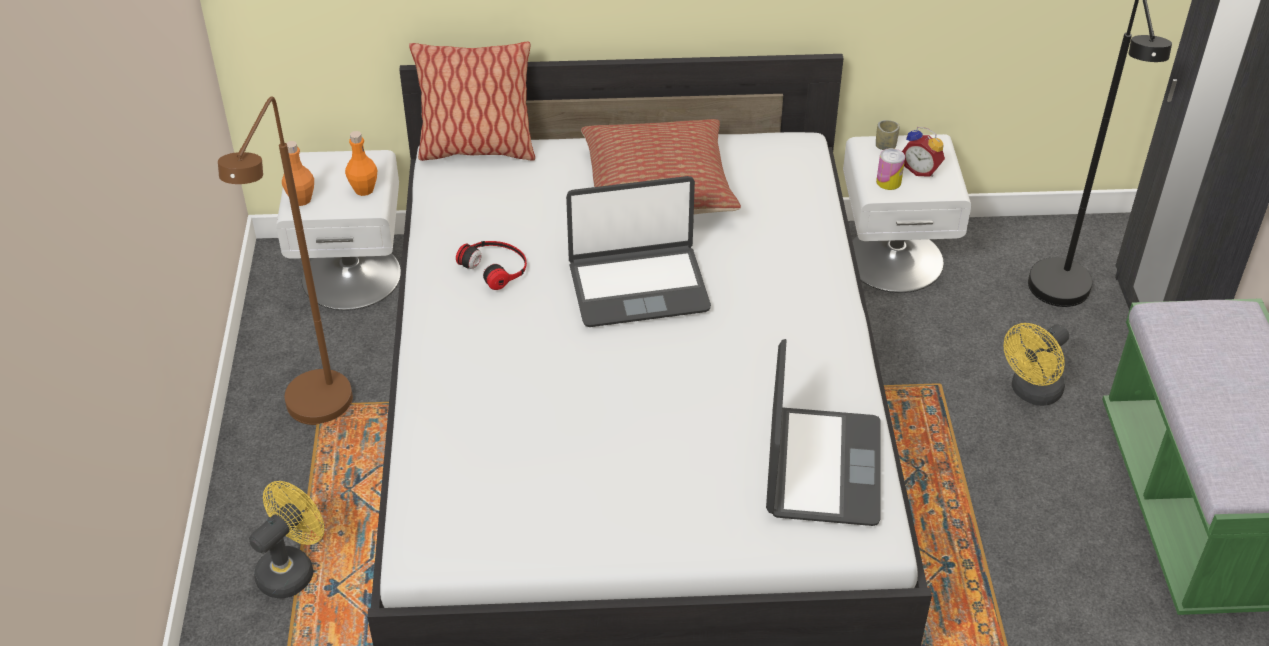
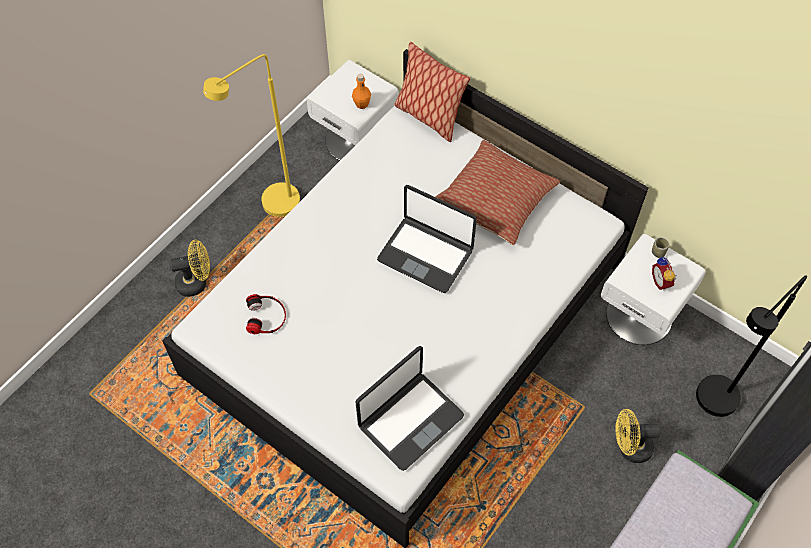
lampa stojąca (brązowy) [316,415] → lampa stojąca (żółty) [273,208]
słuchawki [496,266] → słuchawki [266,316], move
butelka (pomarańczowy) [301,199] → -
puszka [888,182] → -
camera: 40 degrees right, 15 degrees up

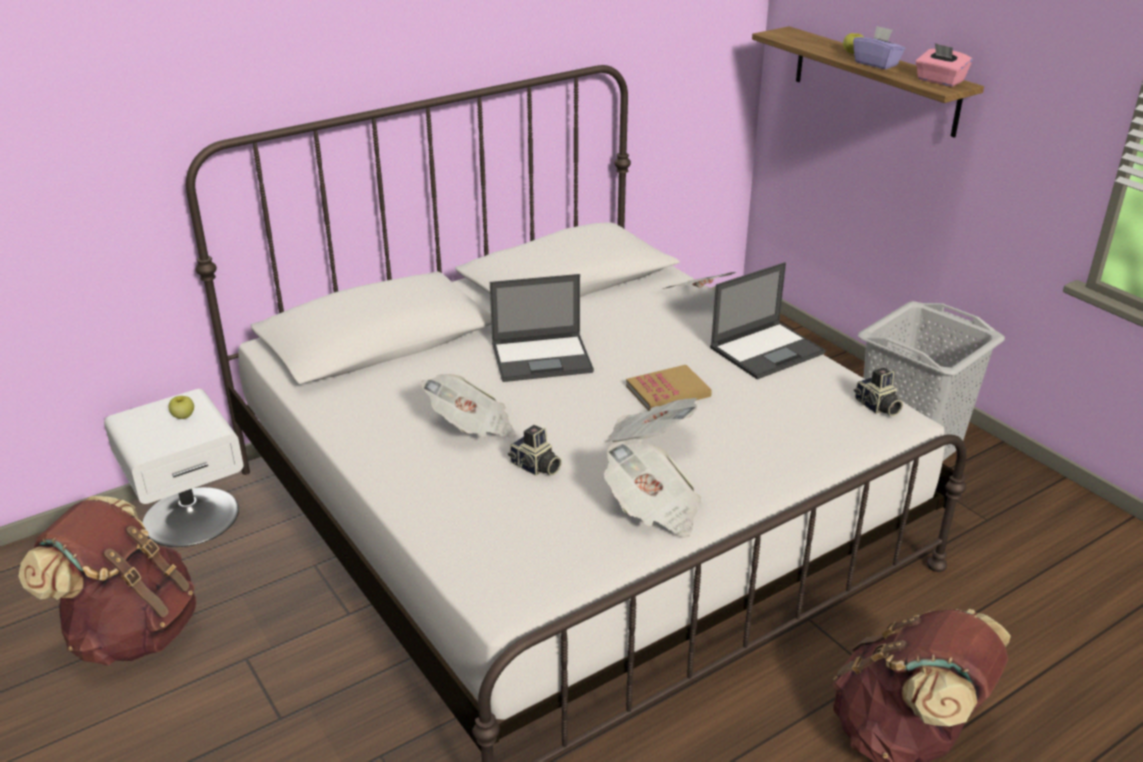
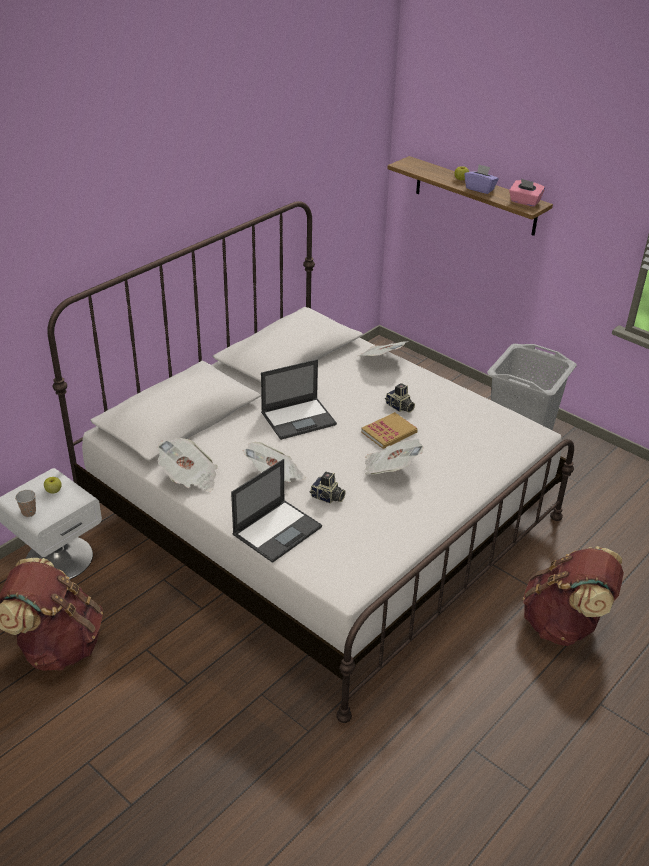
- → filiżanka [29,513]
gazeta [653,510] → gazeta [189,477], move
laptop [767,350] → laptop [278,530], move
aparat fotograficzny [877,407] → aparat fotograficzny [399,407], move
camera: 15 degrees left, 5 degrees up

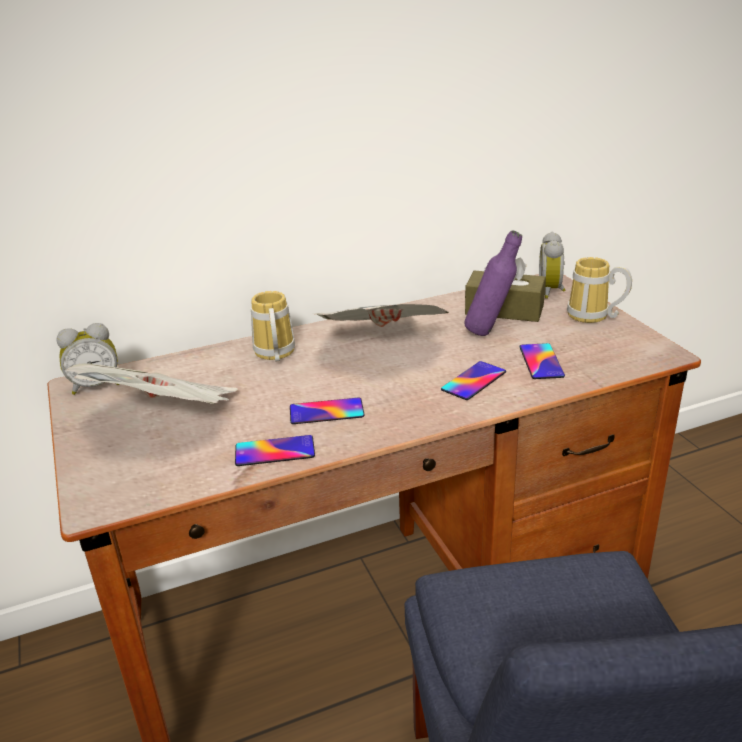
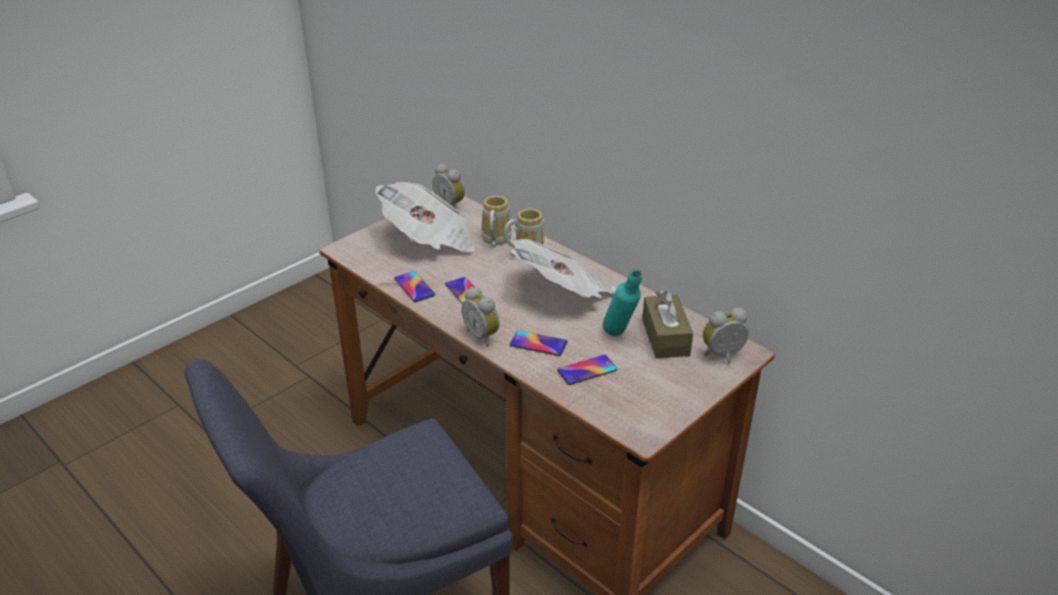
- → budzik [483,336]
kubek [592,317] → kubek [494,240], move
butelka (fioletowy) [490,332] → butelka (turkusowy) [620,337]
camera: 65 degrees right, 5 degrees up

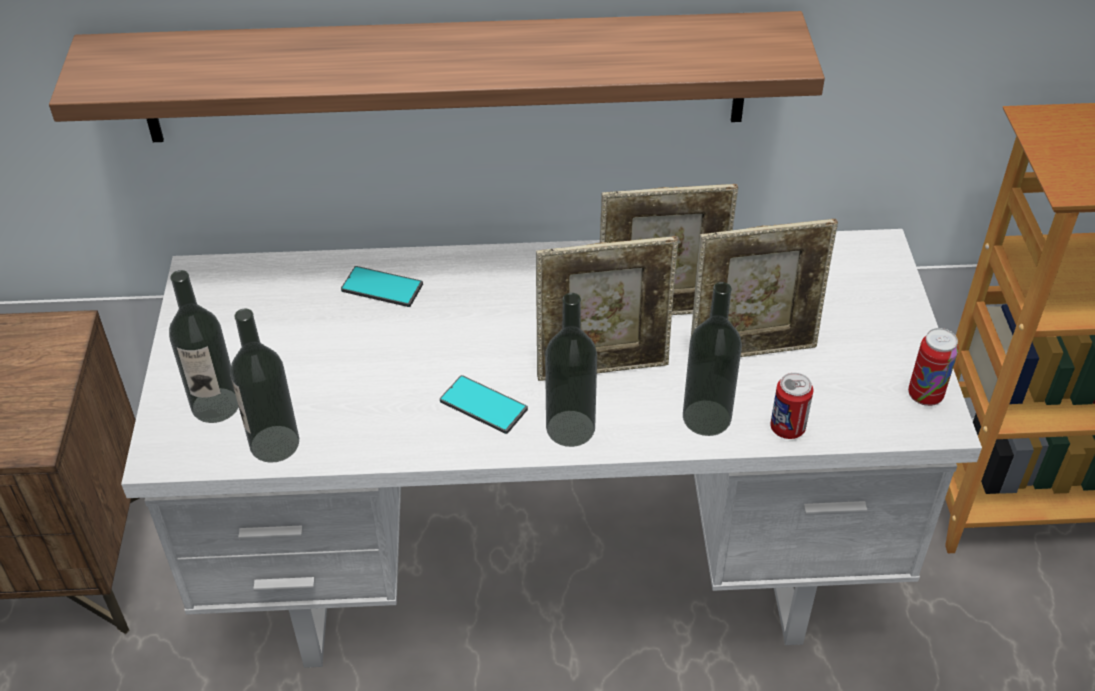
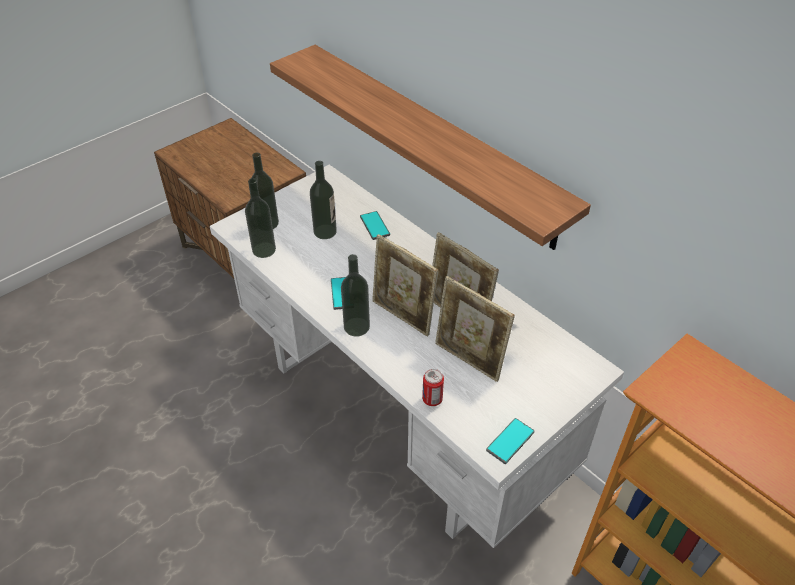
butelka [706,417] → butelka [325,232], move
puszka [925,395] → telefon [510,441]
camera: 50 degrees right, 0 degrees up

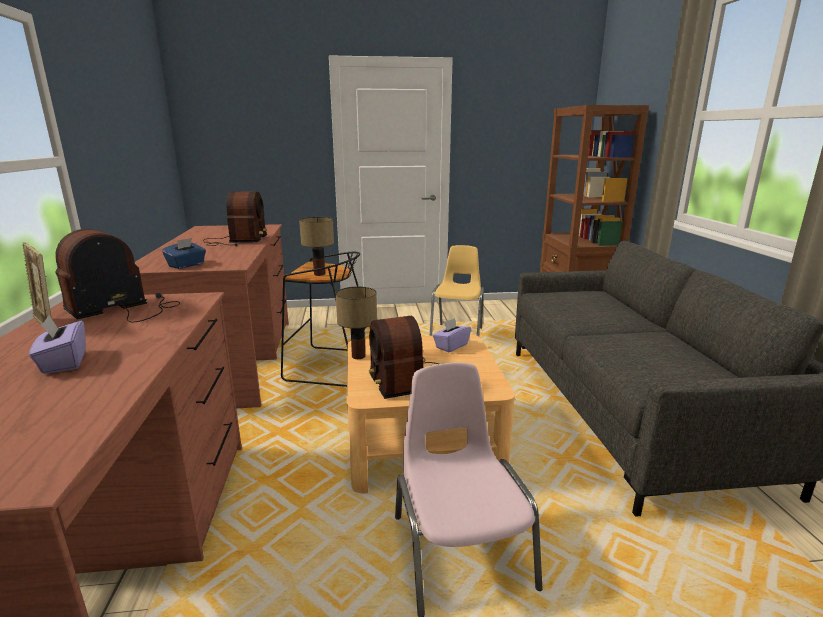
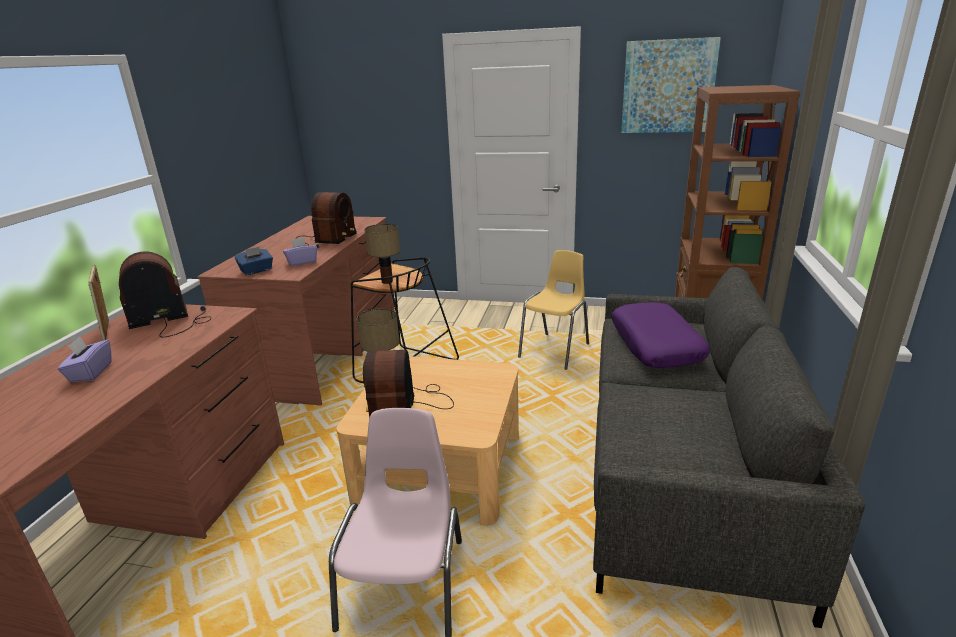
pudełko chusteczek (fioletowy) [451,346] → pudełko chusteczek (fioletowy) [302,262], move
- → poduszka (fioletowy) [656,345]
- → obraz [668,86]
camera: 20 degrees right, 5 degrees up

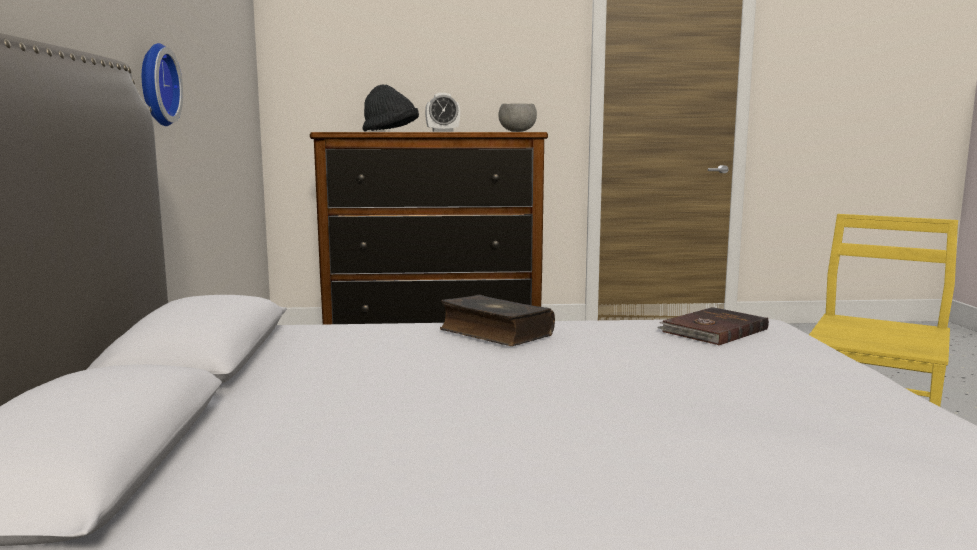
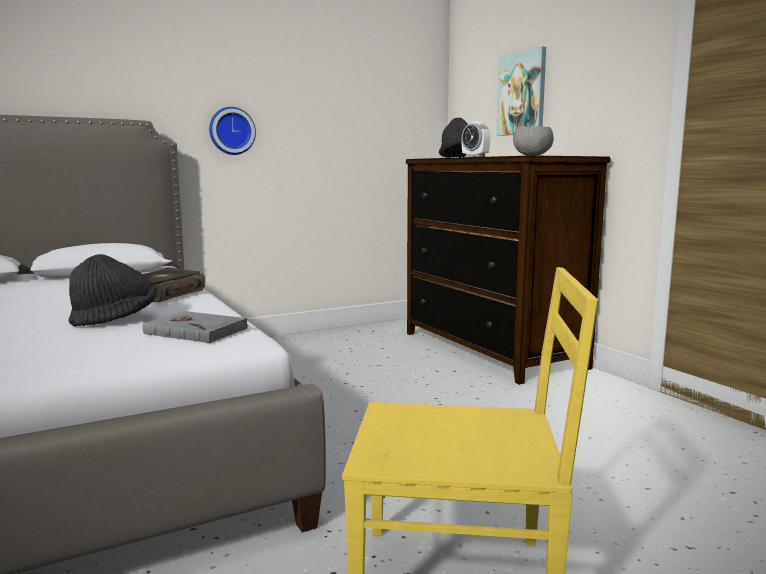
- → kapelusz (czarny) [115,319]
książka (brązowy) [712,330] → książka (szary) [196,330]
- → obraz [522,93]
camera: 65 degrees right, 0 degrees up

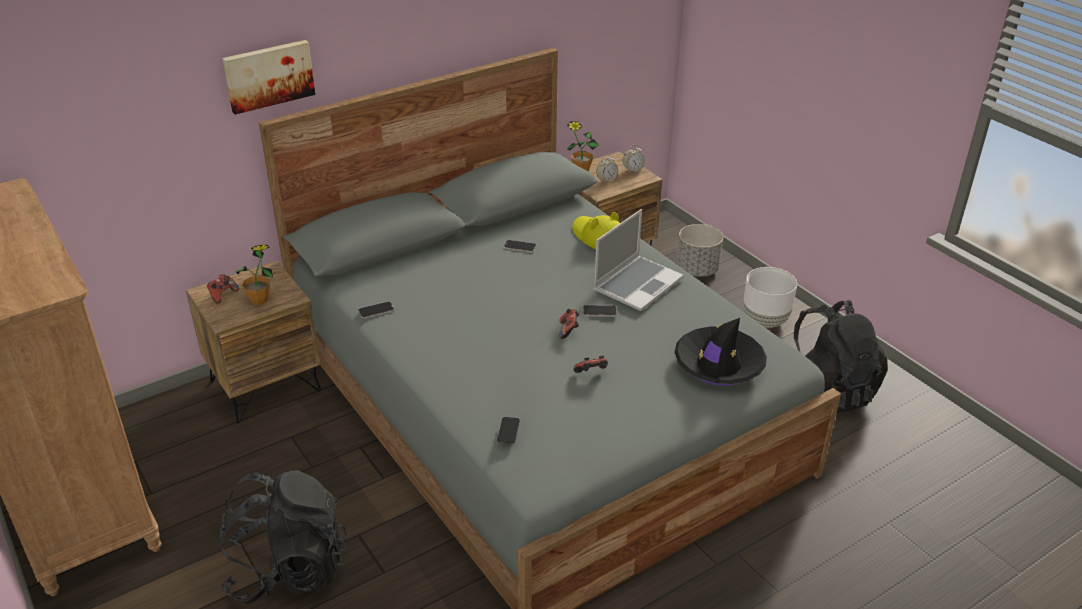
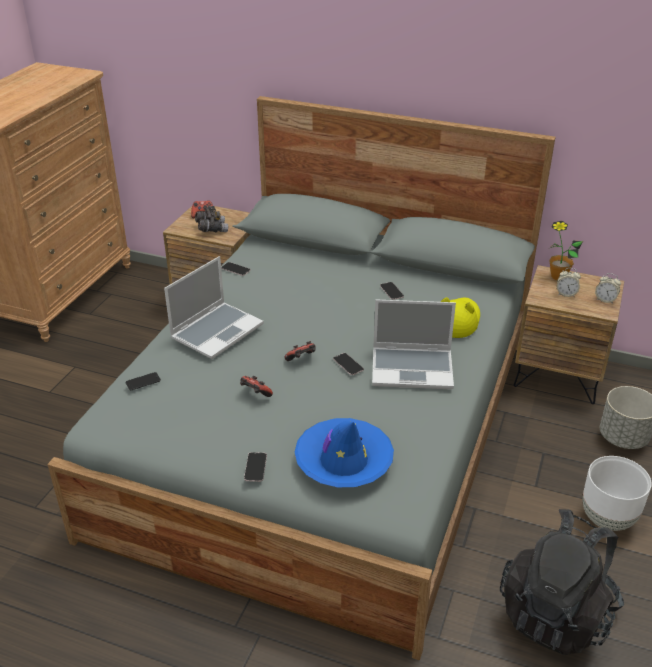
- → laptop [217,331]
roślina doniczkowa [259,300] → lornetka (szary) [211,229]
- → telefon [255,467]
kapelusz (czarny) [718,364] → kapelusz (niebieski) [343,461]
plecak (czarny) [288,569] → -
obraz [268,75] → -
camera: 55 degrees right, 0 degrees up

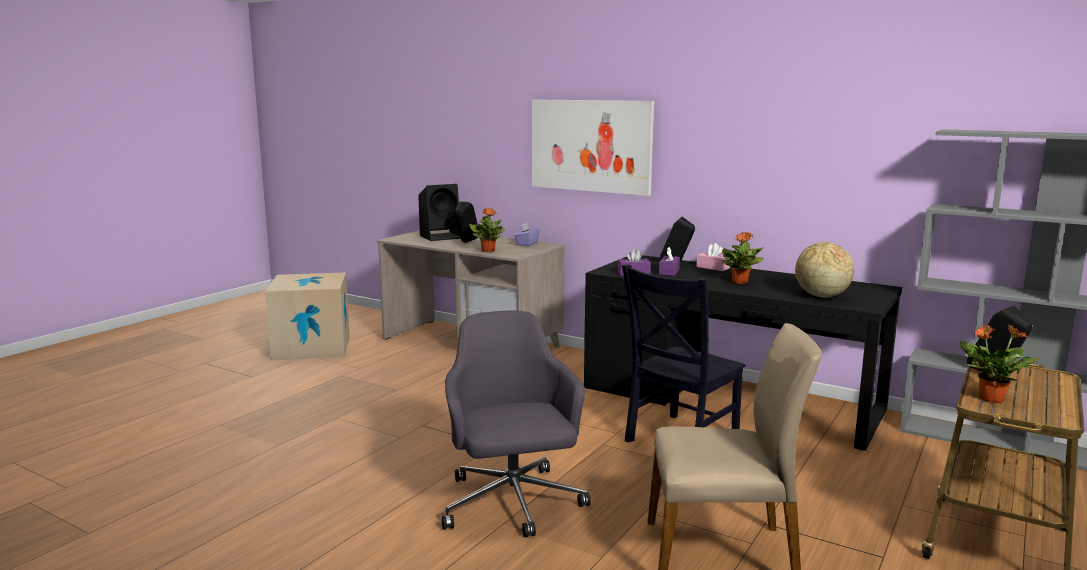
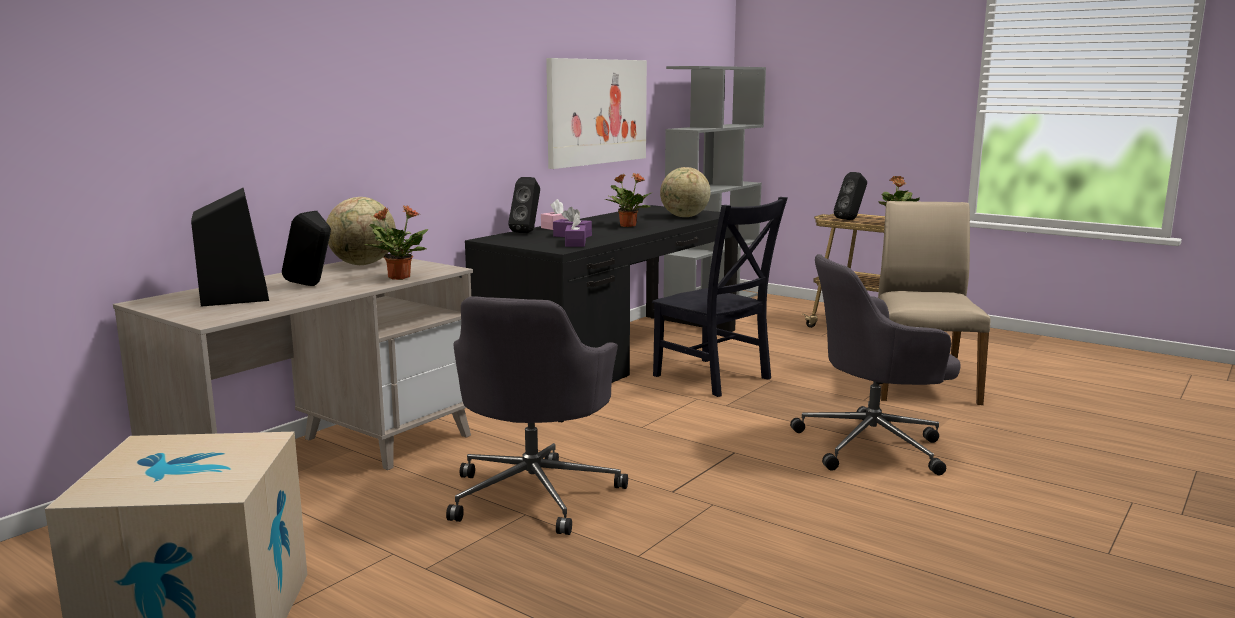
pudełko chusteczek (fioletowy) [527,244] → globus [363,264]
- → krzesło biurowe (szary) [535,494]
obraz [591,145] → obraz [597,111], move
camera: 85 degrees left, 0 degrees up

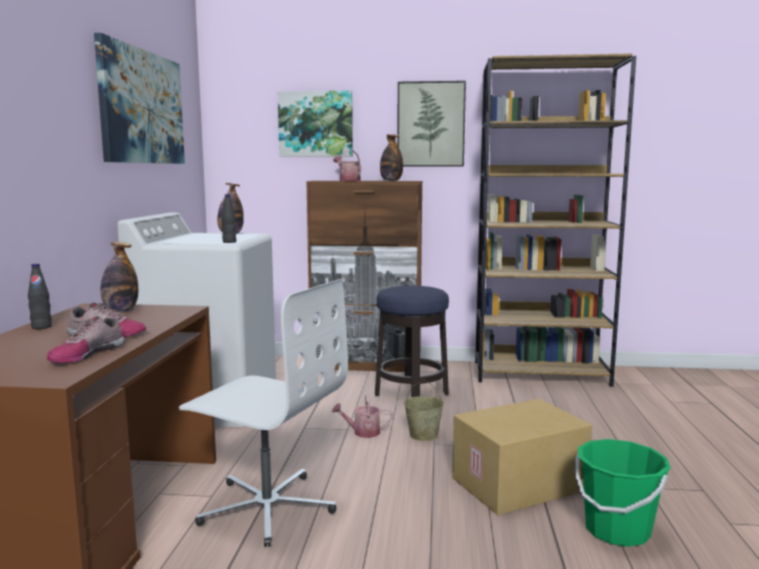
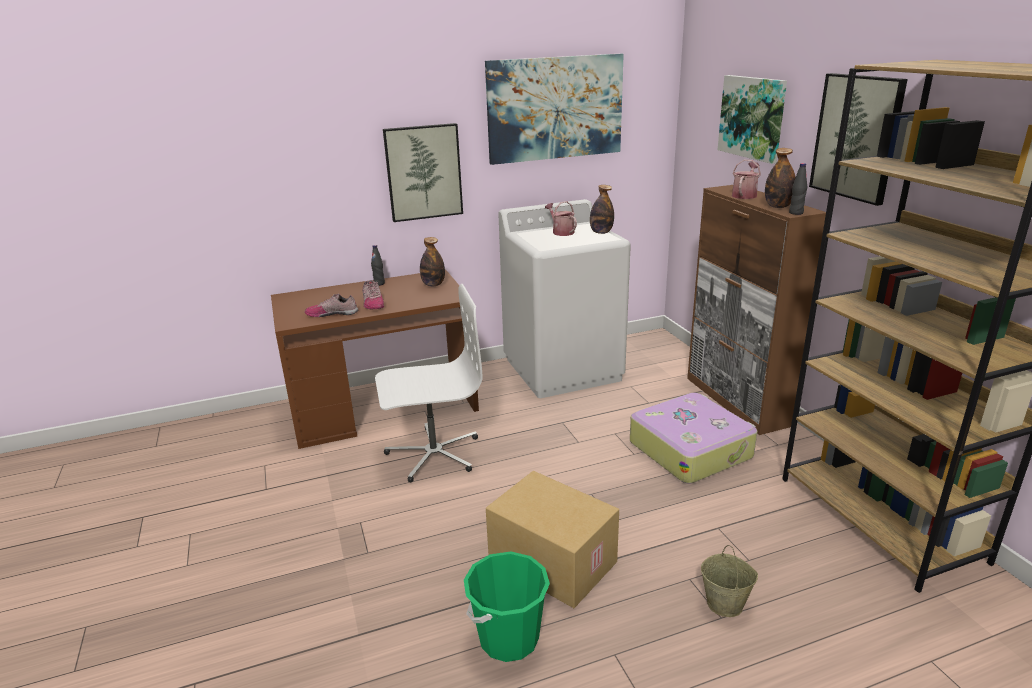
krzesło biurowe (biały) [267,507] → krzesło biurowe (biały) [433,454], 105 degrees counterclockwise
- → obraz [423,172]
konewka [362,432] → konewka [561,232], move
stołek [411,395] → walizka [690,449]
wiadro (beżowy) [424,435] → wiadro (beżowy) [725,604], move
butelka (czarny) [229,242] → butelka (czarny) [796,213], move
camera: 65 degrees right, 15 degrees up

